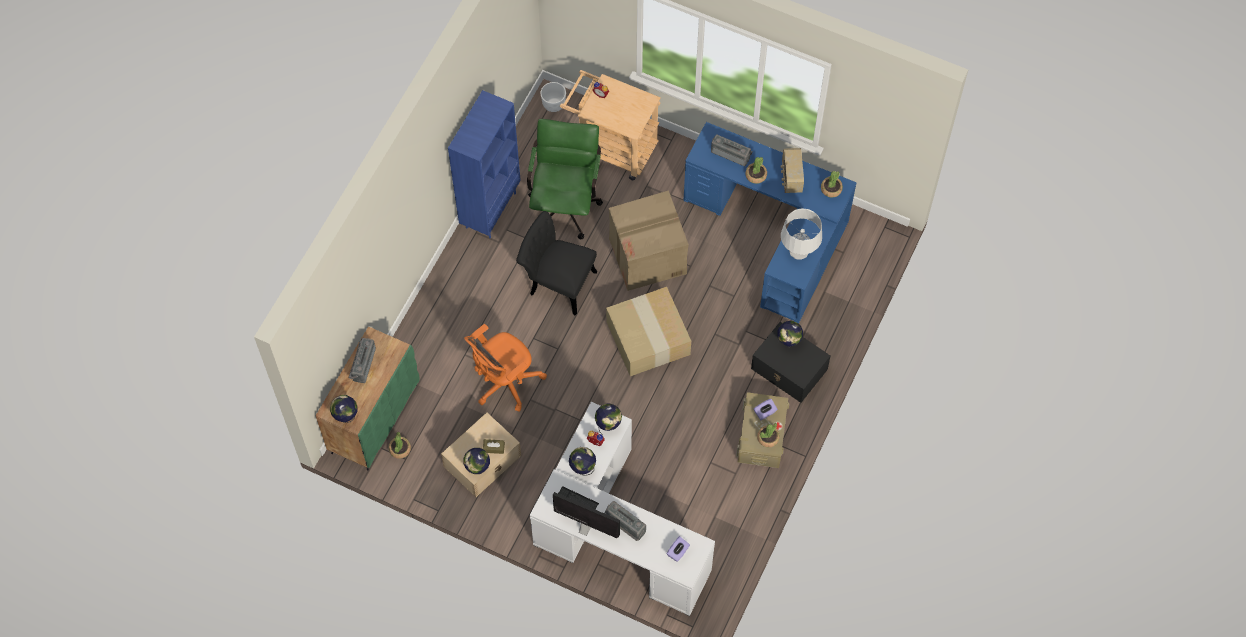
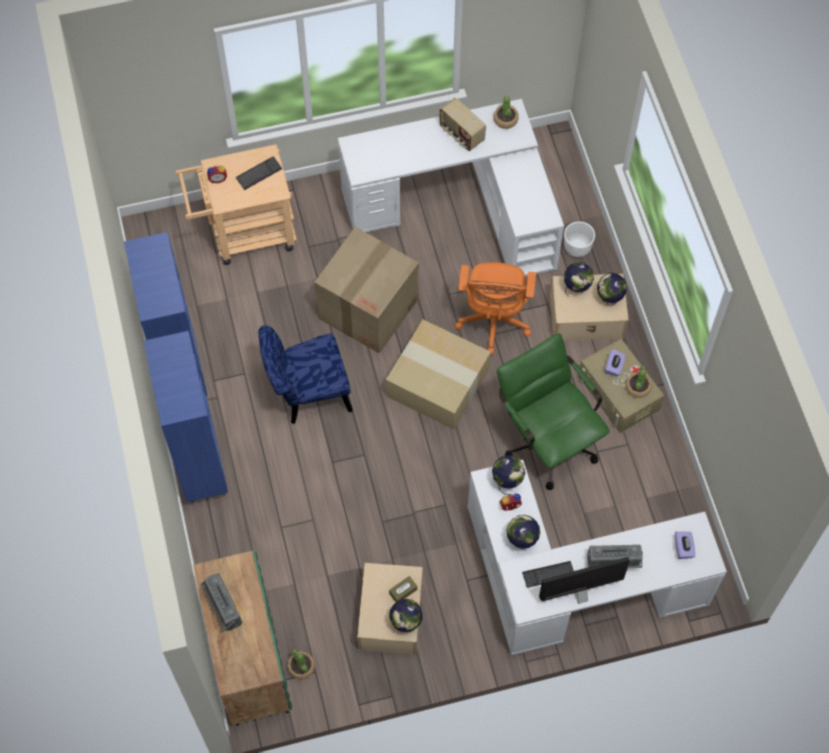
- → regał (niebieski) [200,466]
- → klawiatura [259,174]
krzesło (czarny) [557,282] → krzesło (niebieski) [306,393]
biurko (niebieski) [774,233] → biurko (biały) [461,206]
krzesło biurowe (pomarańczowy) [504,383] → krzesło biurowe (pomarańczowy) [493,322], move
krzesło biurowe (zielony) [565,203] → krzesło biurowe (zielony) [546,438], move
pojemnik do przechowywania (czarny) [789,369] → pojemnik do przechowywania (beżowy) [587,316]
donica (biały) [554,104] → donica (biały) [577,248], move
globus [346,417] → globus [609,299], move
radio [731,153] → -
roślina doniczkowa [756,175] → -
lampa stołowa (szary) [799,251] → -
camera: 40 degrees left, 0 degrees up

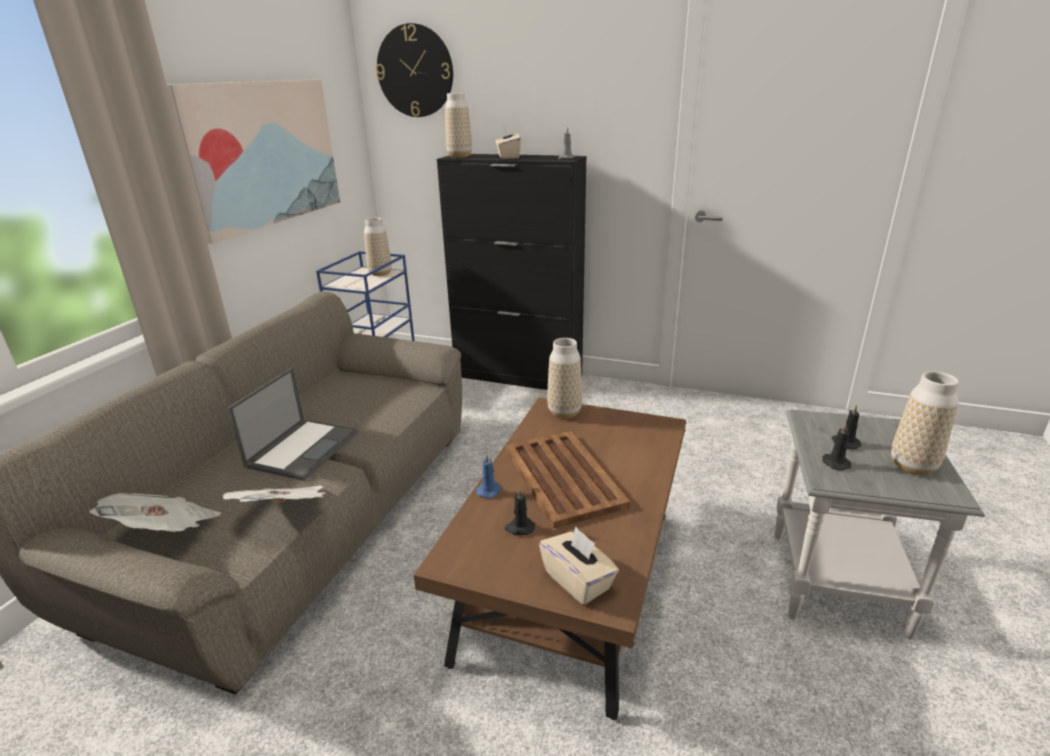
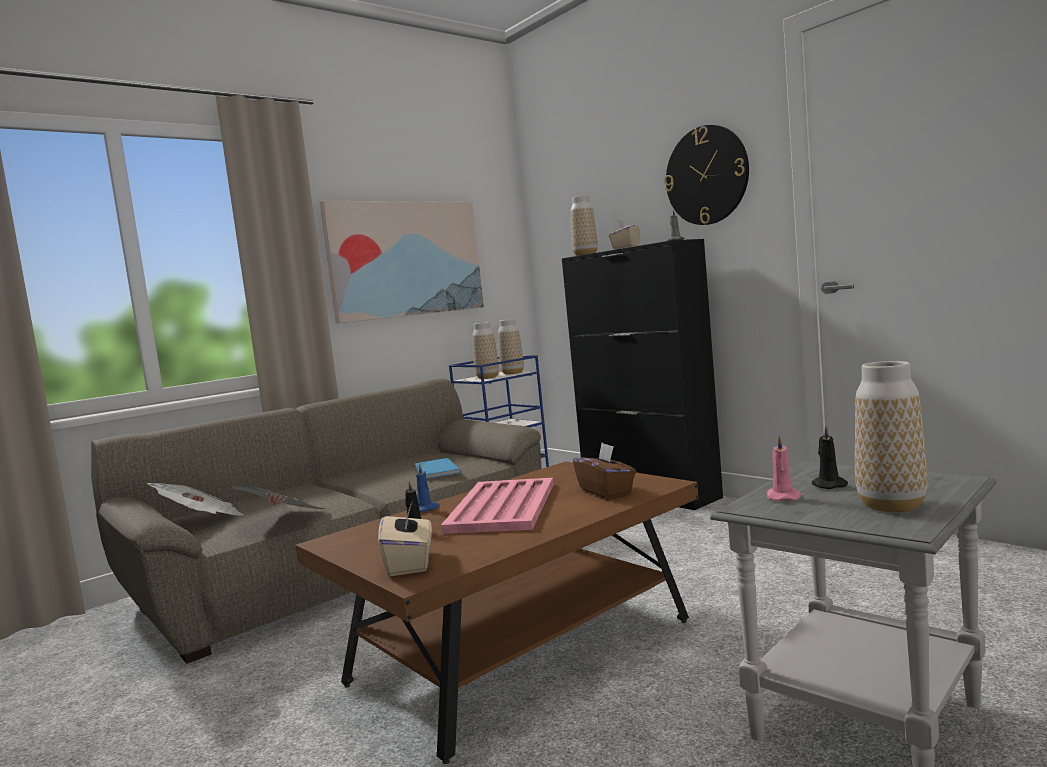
- → książka (niebieski) [435,470]
taca (brązowy) [563,478] → taca (różowy) [501,507]
wazon [564,412] → wazon [487,377], move
- → pudełko chusteczek (brązowy) [606,491]
zegar ścienny [415,71] → zegar ścienny [706,175], move
świeca (czarny) [834,463] → świeca (różowy) [782,497]
laptop [303,448] → -
camera: 30 degrees right, 20 degrees down

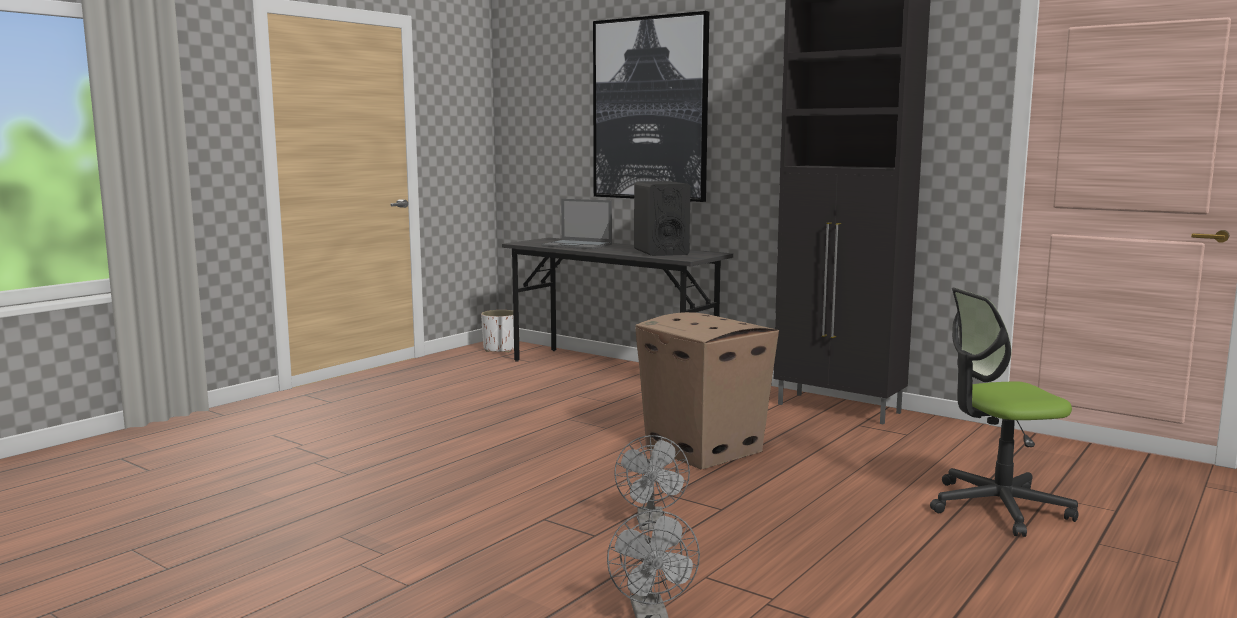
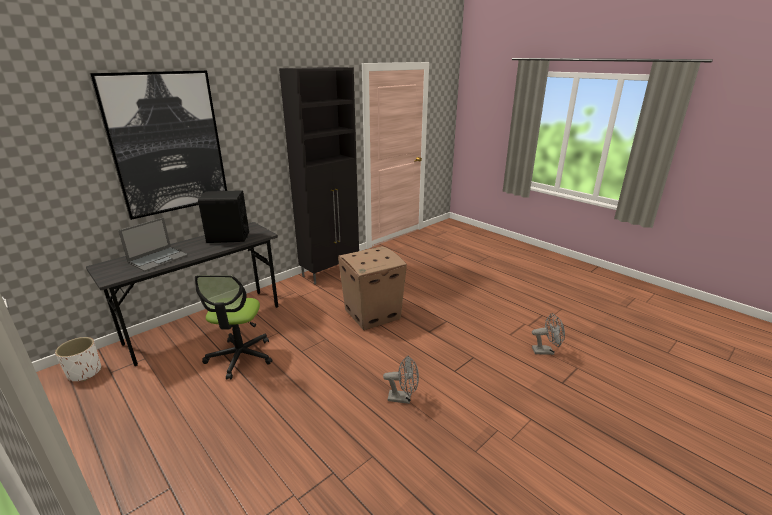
krzesło biurowe [997,507] → krzesło biurowe [240,357], move
wentylator (szary) [652,525] → wentylator (szary) [403,398], move
camera: 80 degrees left, 15 degrees up

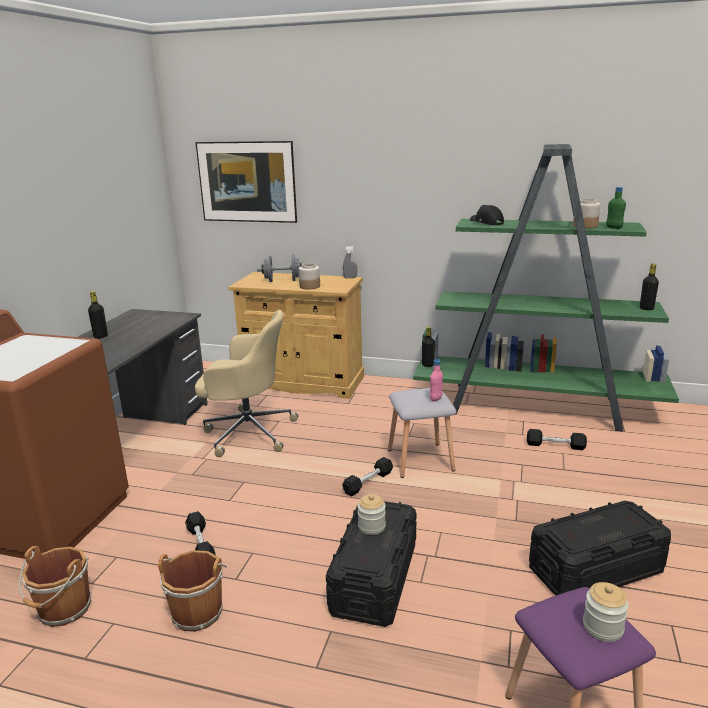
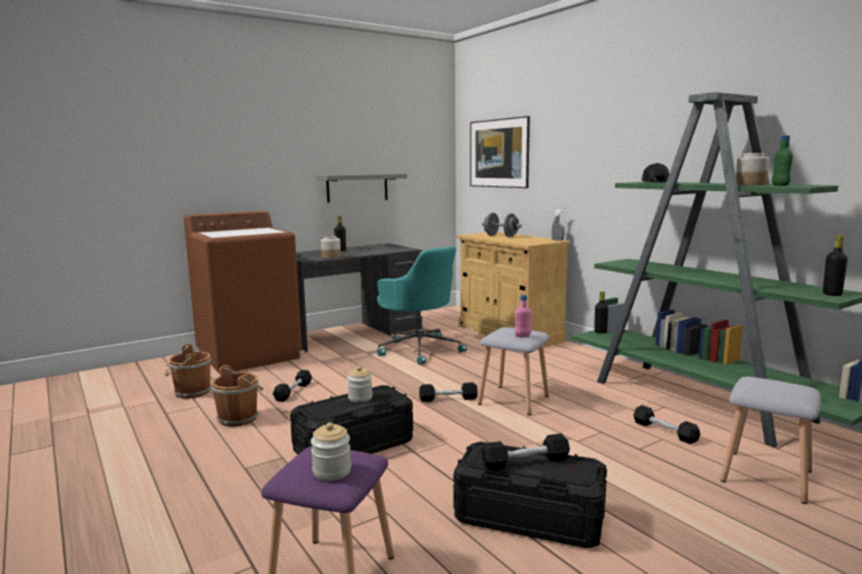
- → półka (szary) [357,187]
słoik [309,286] → słoik [331,257], move
krzesło biurowe (beżowy) [247,432] → krzesło biurowe (turkusowy) [419,349]
- → hantel (czarny) [525,462]
- → stołek (szary) [767,477]
camera: 40 degrees right, 10 degrees down

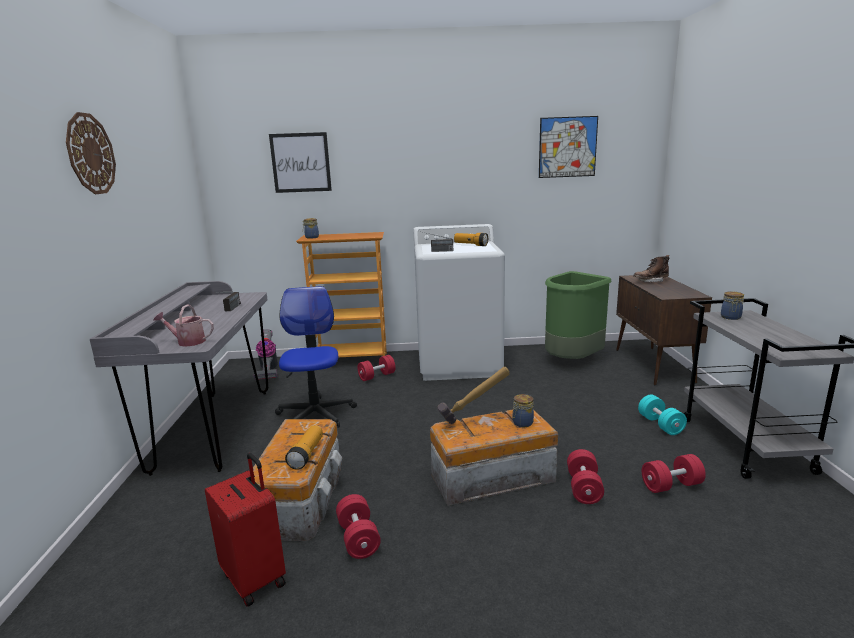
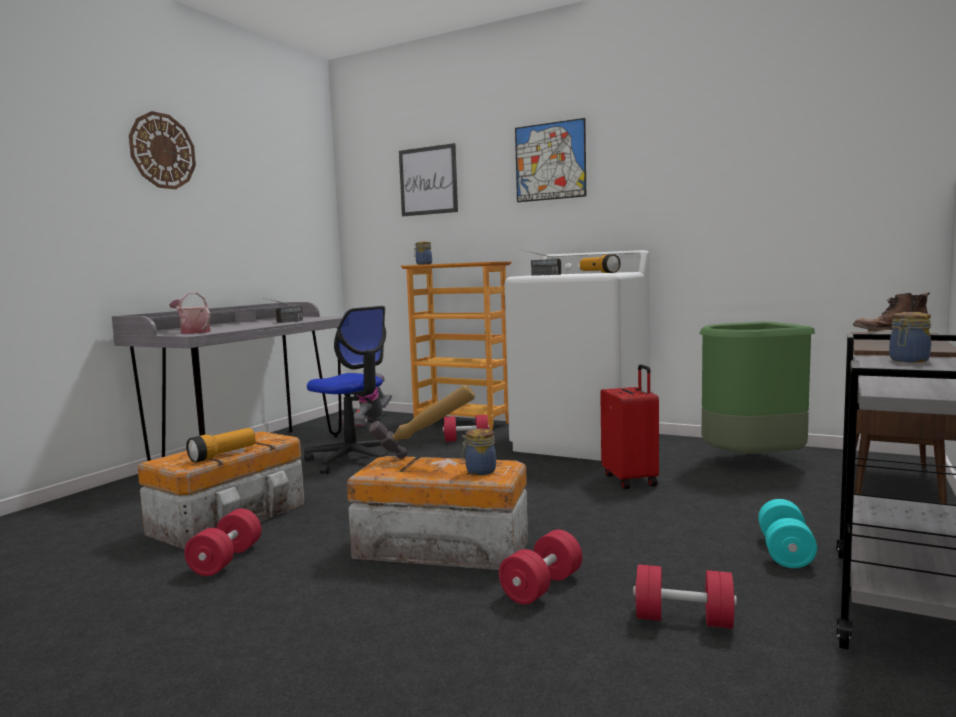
krzesło biurowe [315,415] → krzesło biurowe [353,459], 105 degrees clockwise
obraz [567,147] → obraz [550,161], move
walizka (czerwony) [255,578] → walizka (czerwony) [631,480], move
camera: 30 degrees right, 10 degrees down

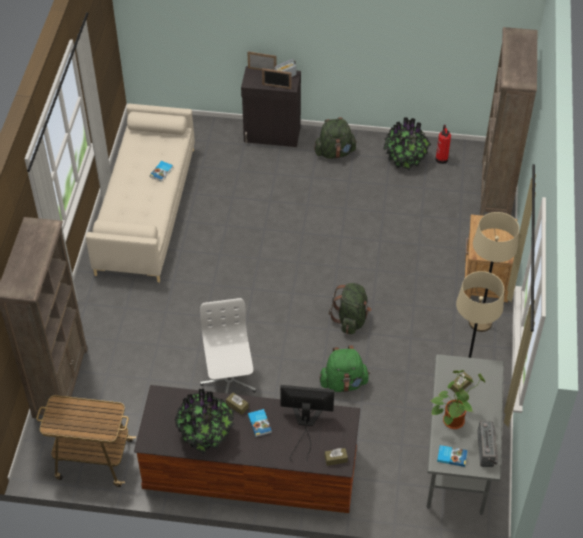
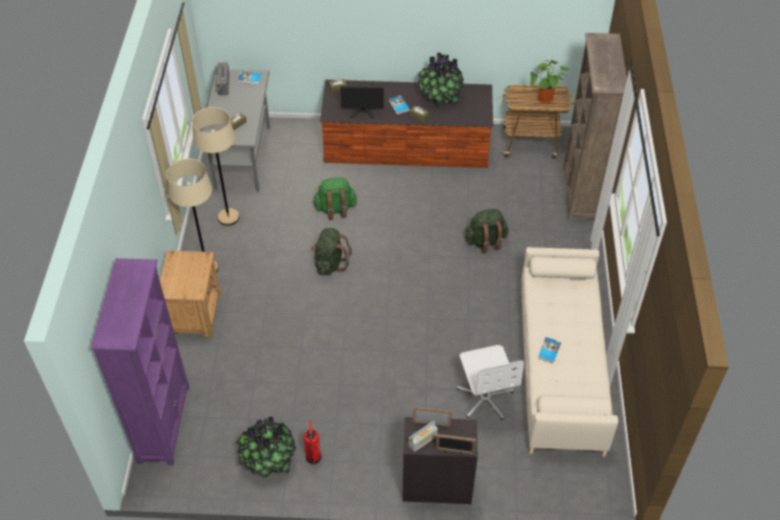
regał (brązowy) [495,189] → regał (fioletowy) [164,423]
gaśnica [441,158] → gaśnica [313,458], move
krzesło biurowe (biały) [229,381] → krzesło biurowe (biały) [485,398], move
plecak (zielony) [335,152] → plecak (zielony) [485,241], move
roślina doniczkowa [453,418] → roślina doniczkowa [545,100], move
camera: 175 degrees right, 0 degrees up

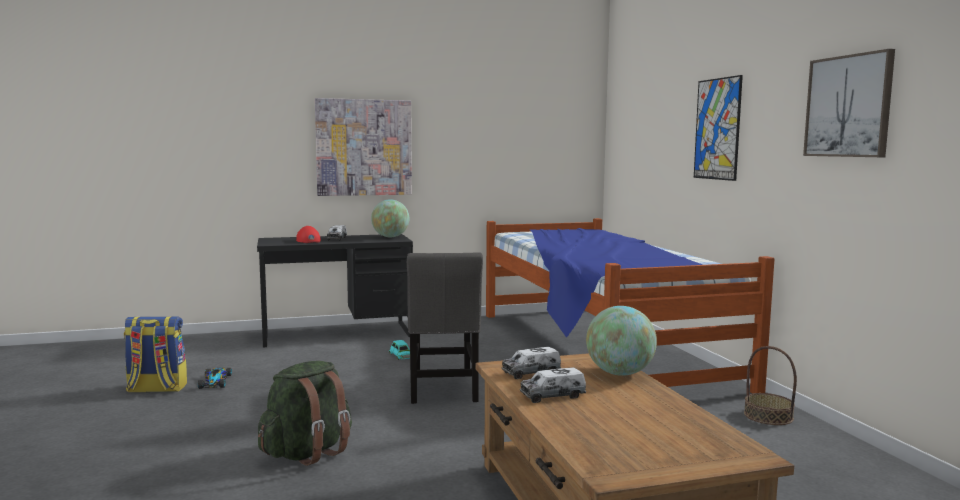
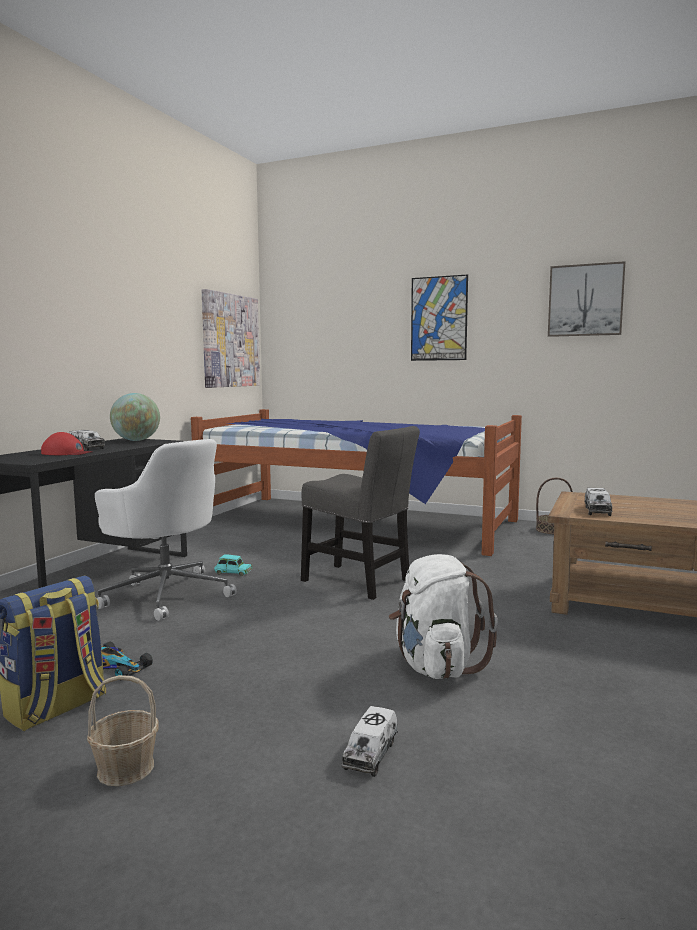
- → koszyk [125,768]
- → krzesło biurowe (biały) [166,594]
obraz [364,147] → obraz [230,341], move
ciężarówka zabawkowa [552,396] → ciężarówka zabawkowa [371,753], move
plecak (zielony) [308,452] → plecak (biały) [436,666]
globus [619,373] → -
camera: 50 degrees left, 0 degrees up

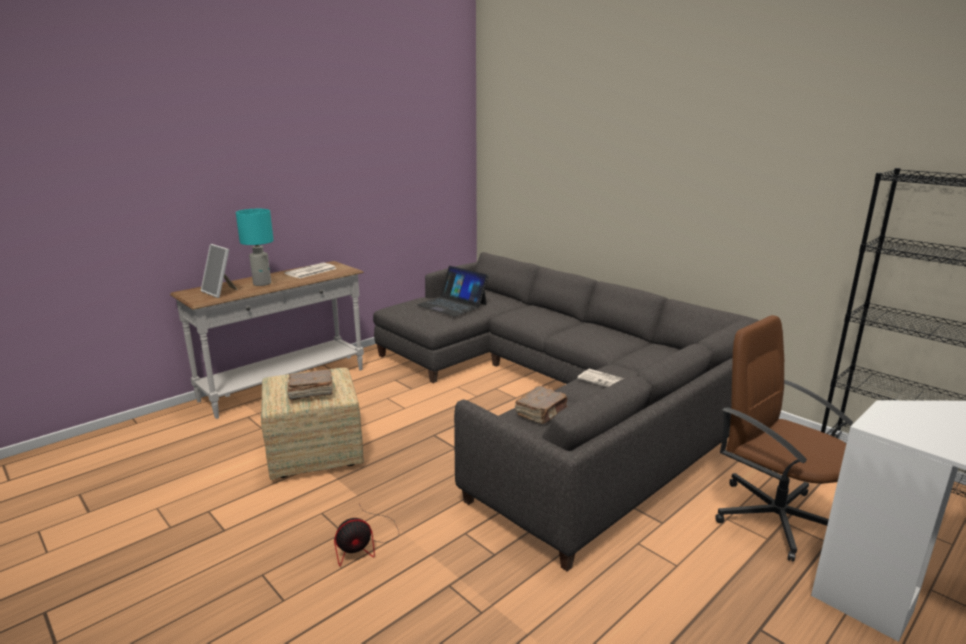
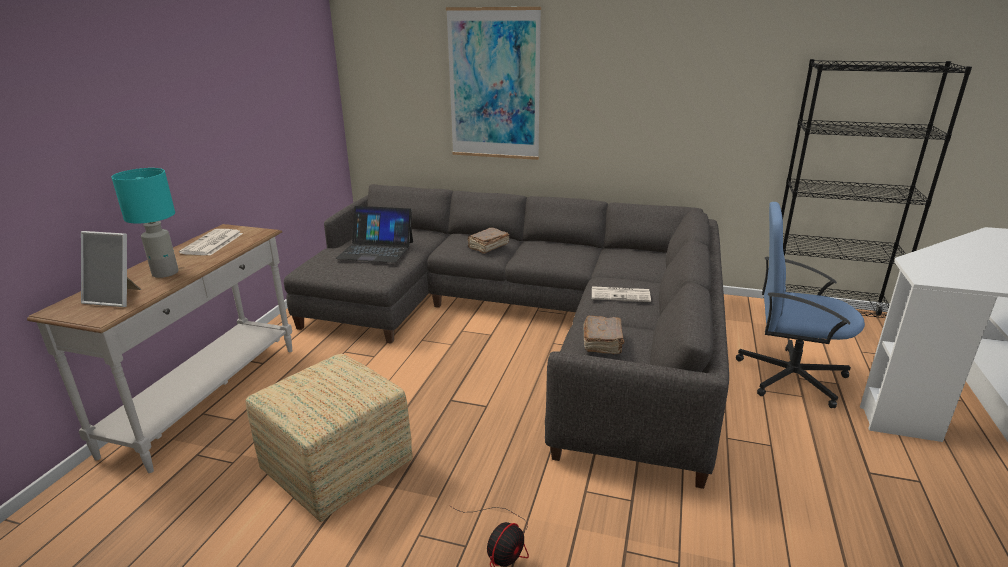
- → obraz [494,85]
książka (brązowy) [310,393] → książka (brązowy) [488,247], move
krzesło biurowe (brązowy) [774,517] → krzesło biurowe (niebieski) [789,376]
camera: 30 degrees left, 5 degrees up

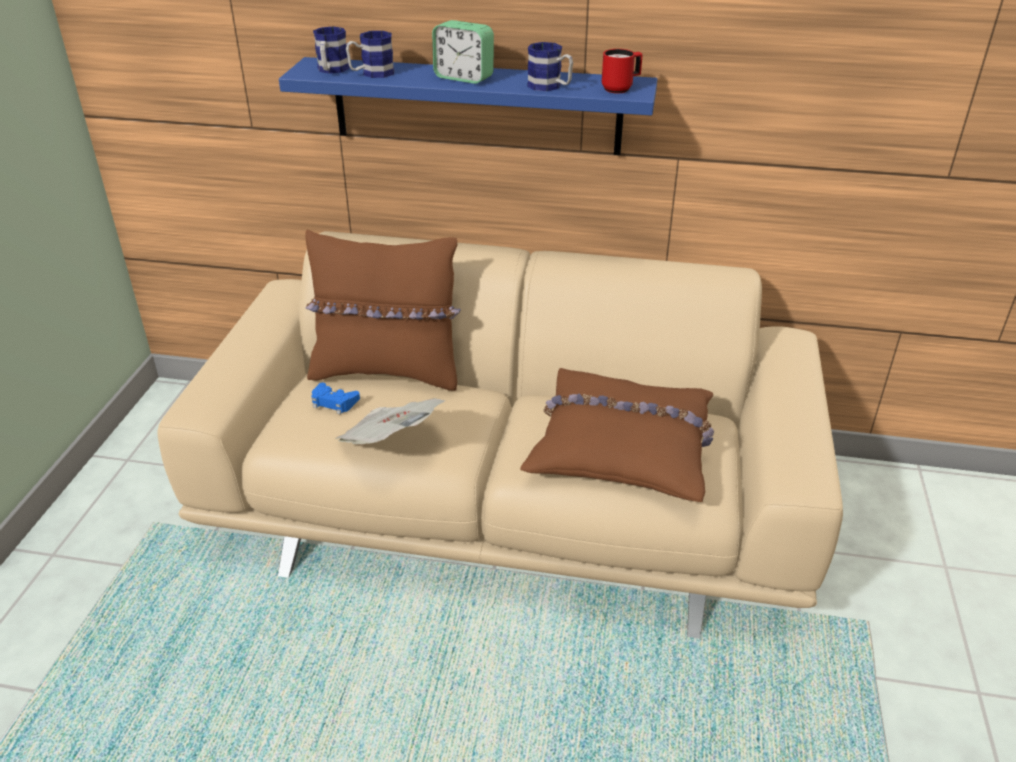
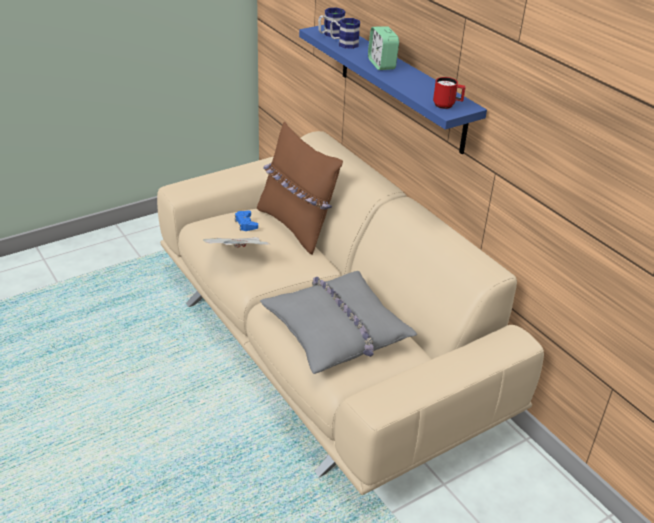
poduszka (brązowy) [622,447] → poduszka (szary) [337,330]
kubek [550,87] → -
camera: 45 degrees right, 0 degrees up

